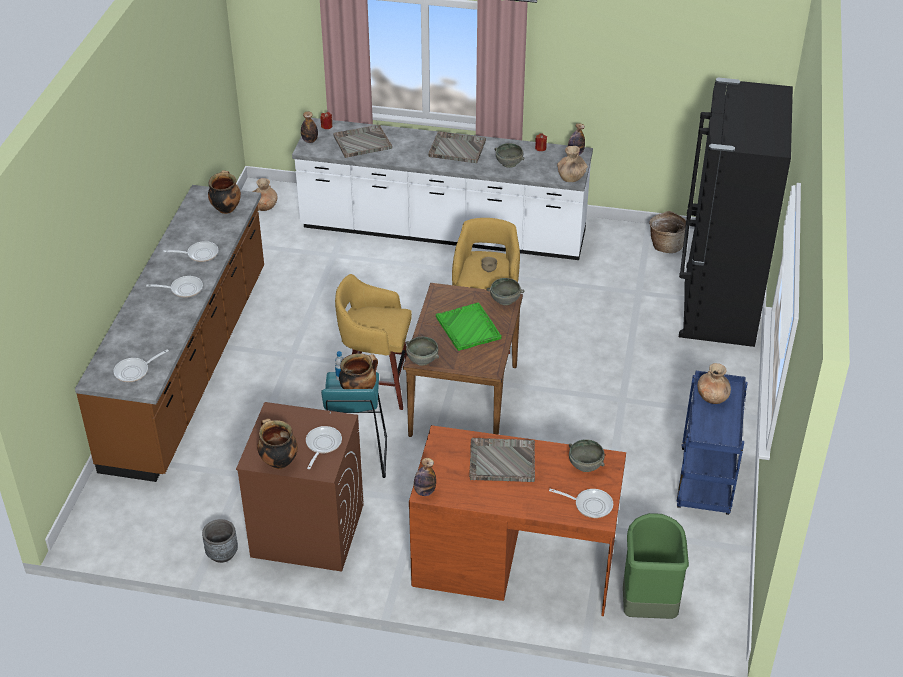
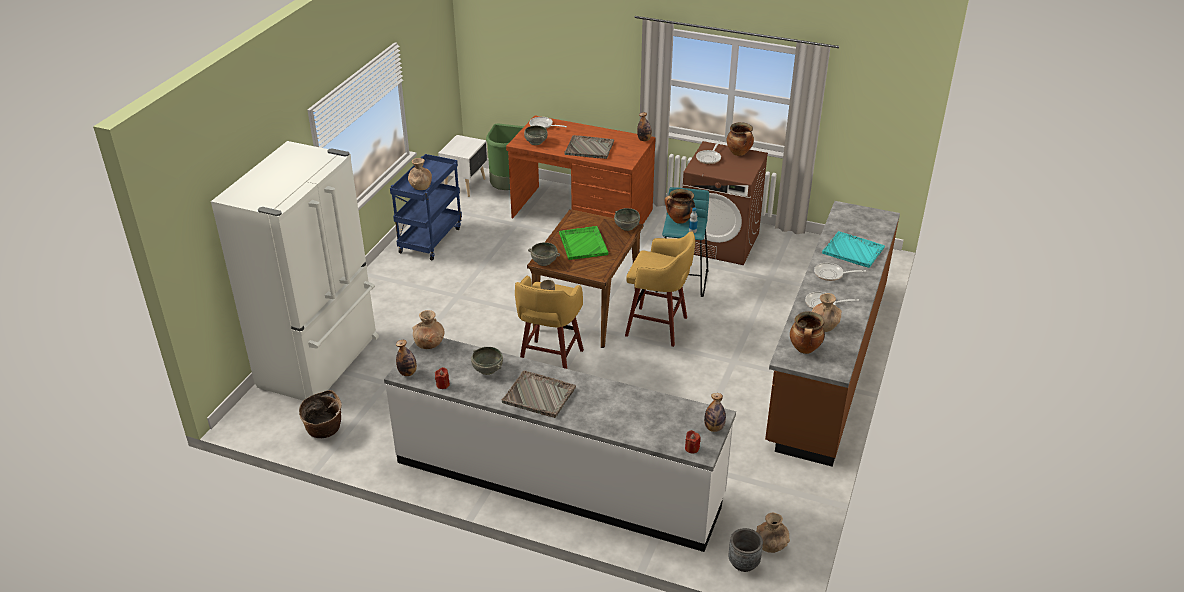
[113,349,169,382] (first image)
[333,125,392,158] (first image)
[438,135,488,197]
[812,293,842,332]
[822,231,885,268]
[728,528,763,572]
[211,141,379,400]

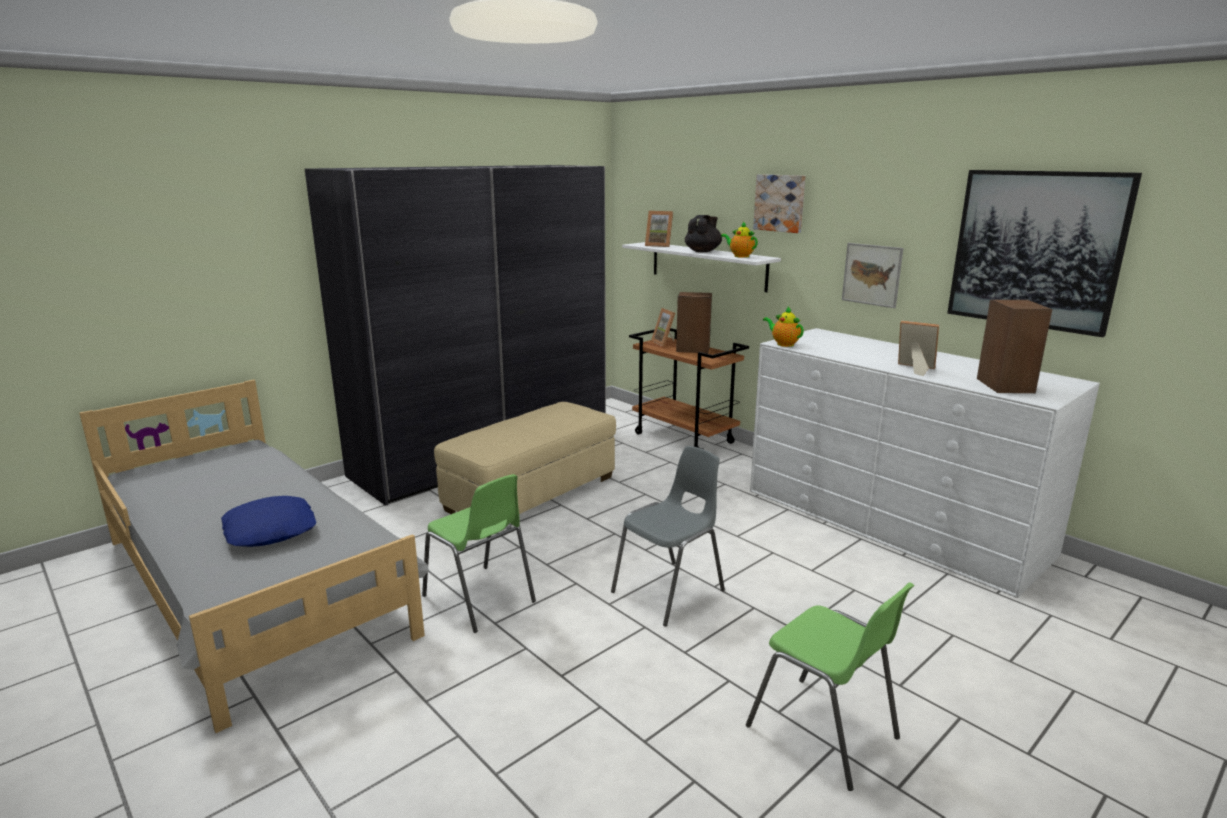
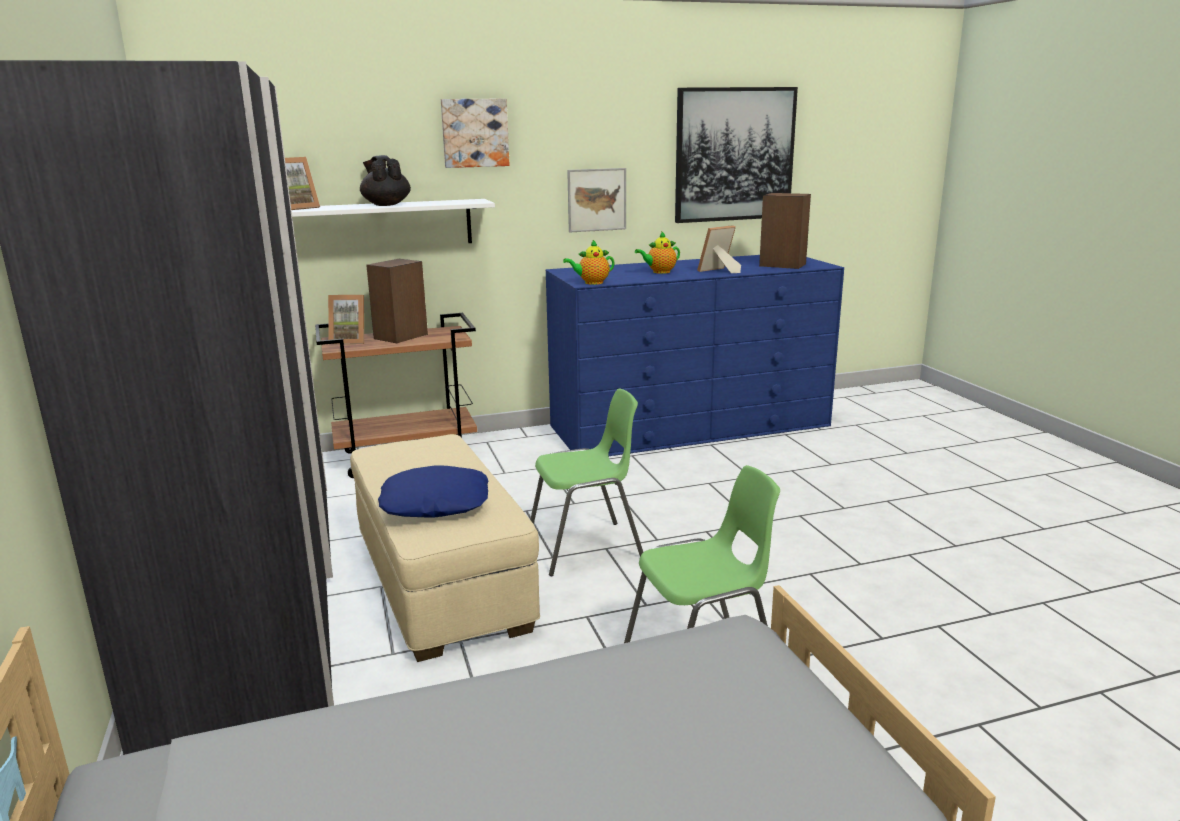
[611,446,725,626] (first image)
[378,466,488,518]
[635,231,680,274]
[530,388,643,576]
[546,255,844,456]

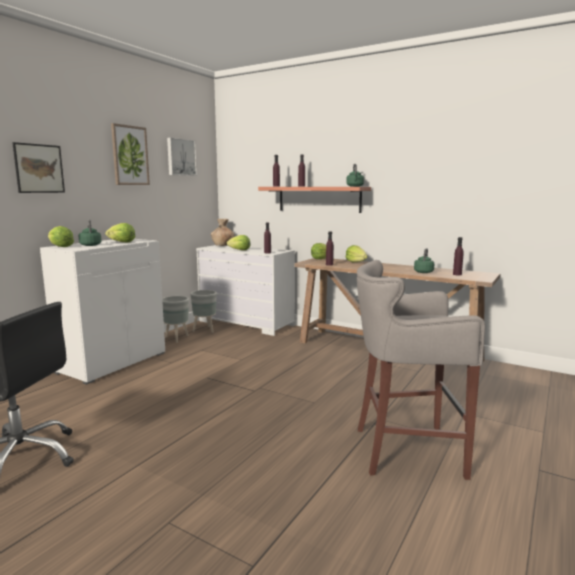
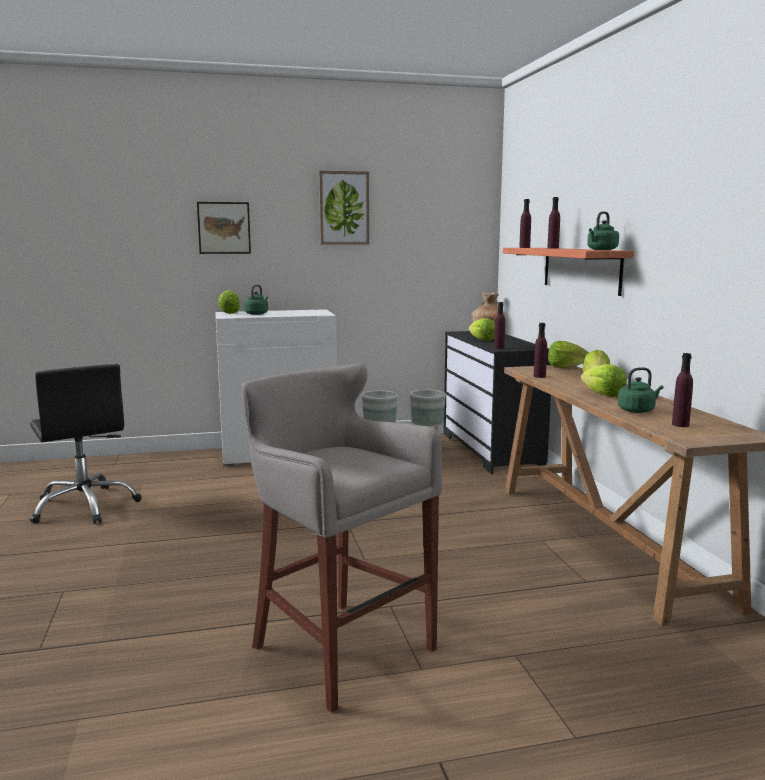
[167,138,197,176] (first image)
[581,364,627,397]
[444,331,551,474]

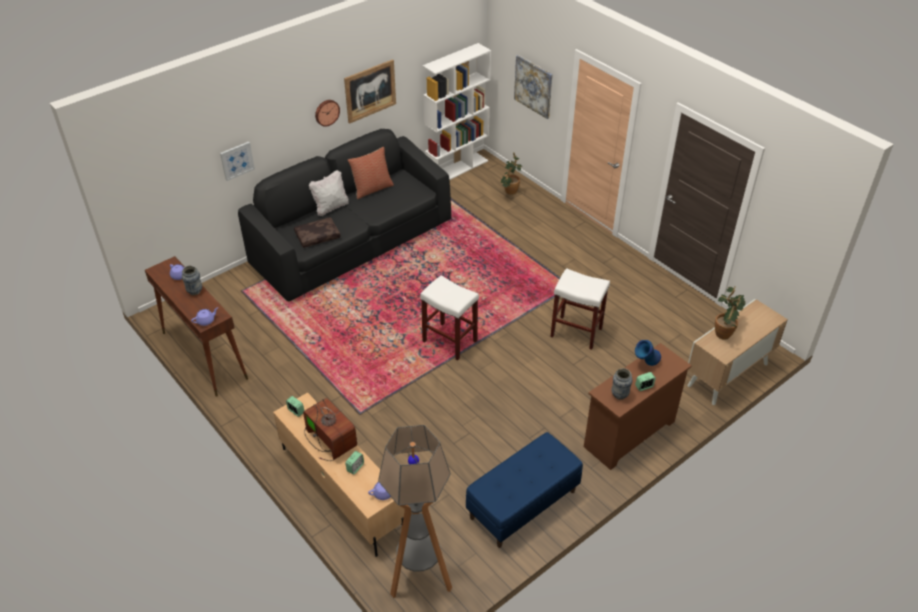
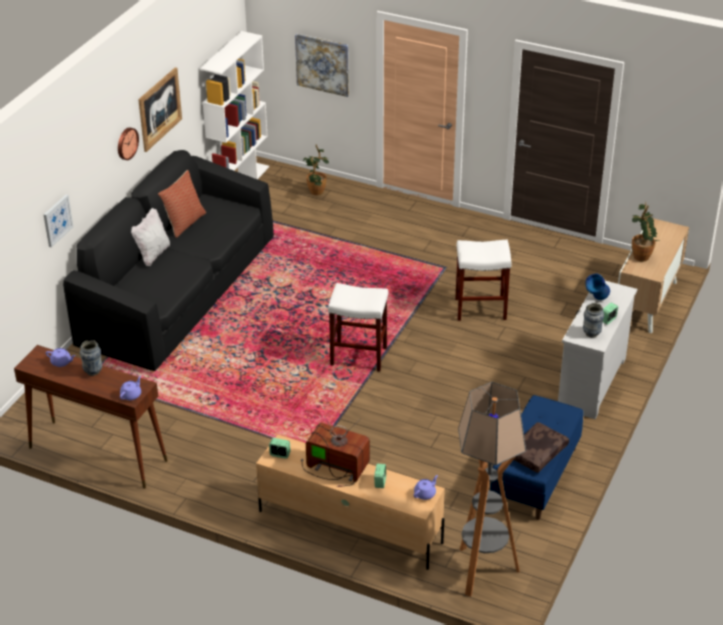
[514,422,569,473]
[558,281,637,419]

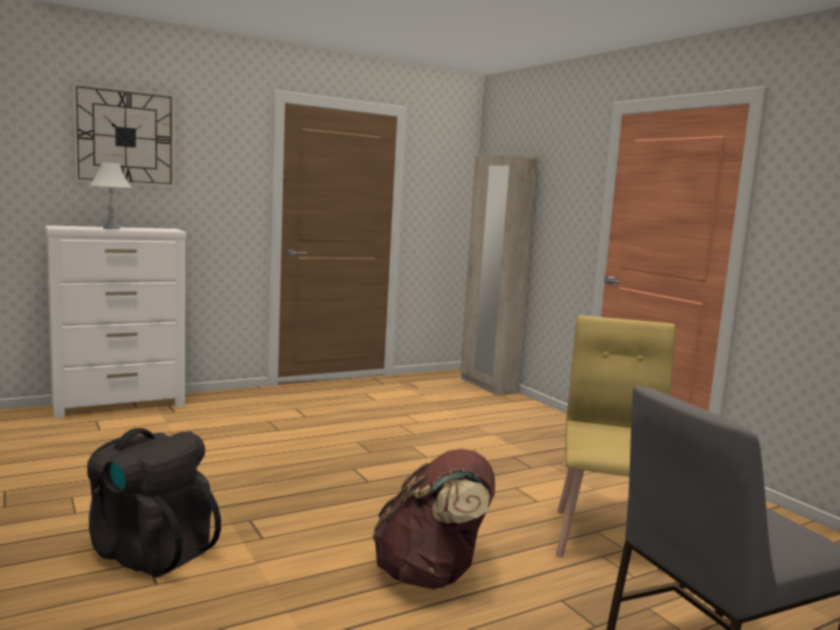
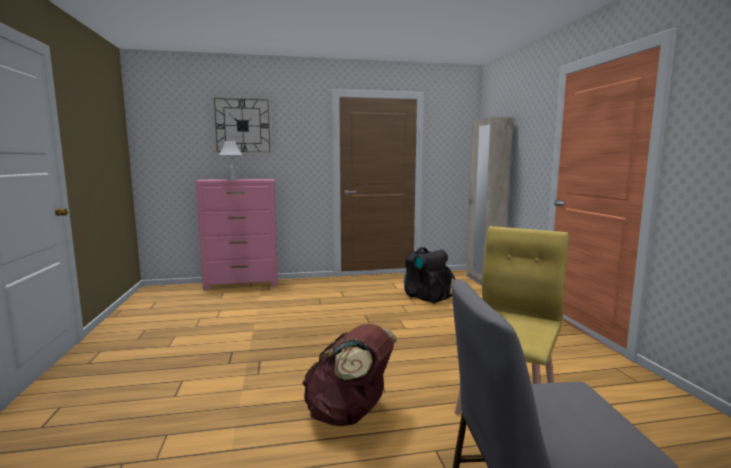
[404,247,455,303]
[195,179,278,290]

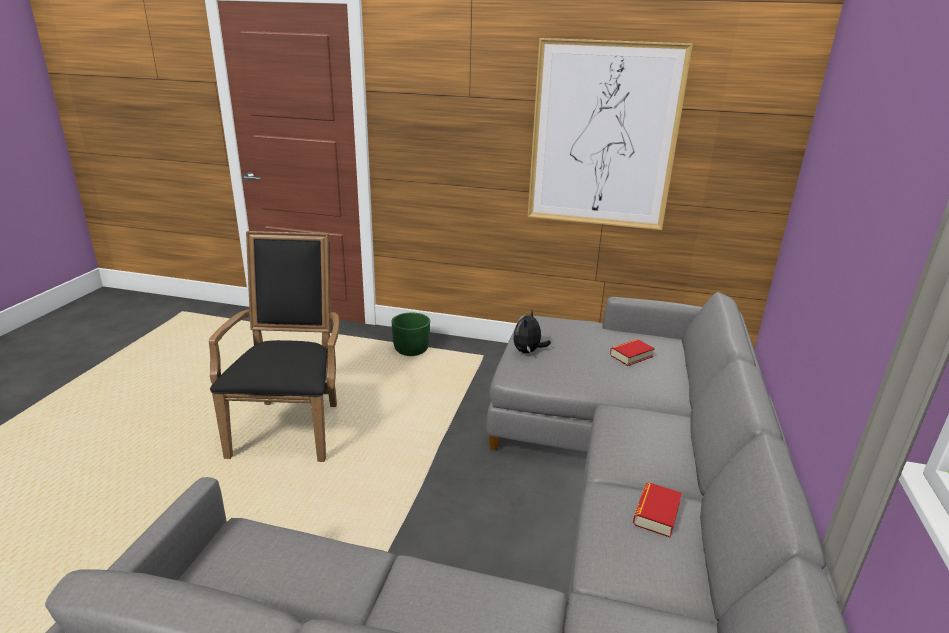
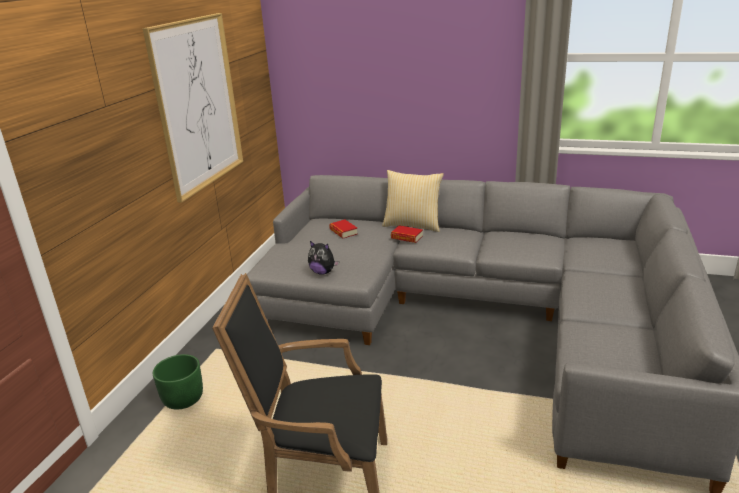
[382,170,444,232]
[391,225,423,243]

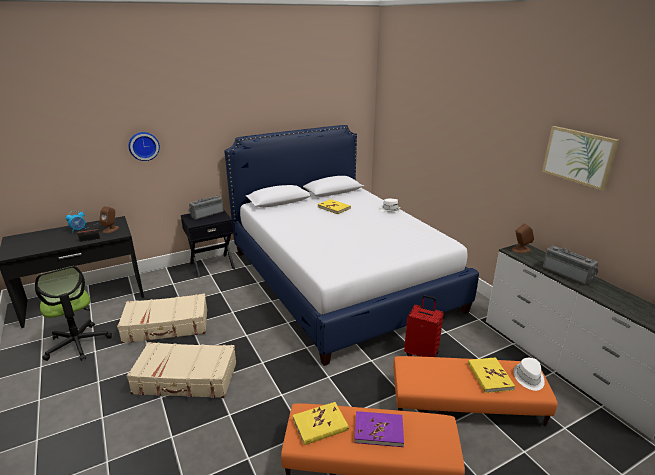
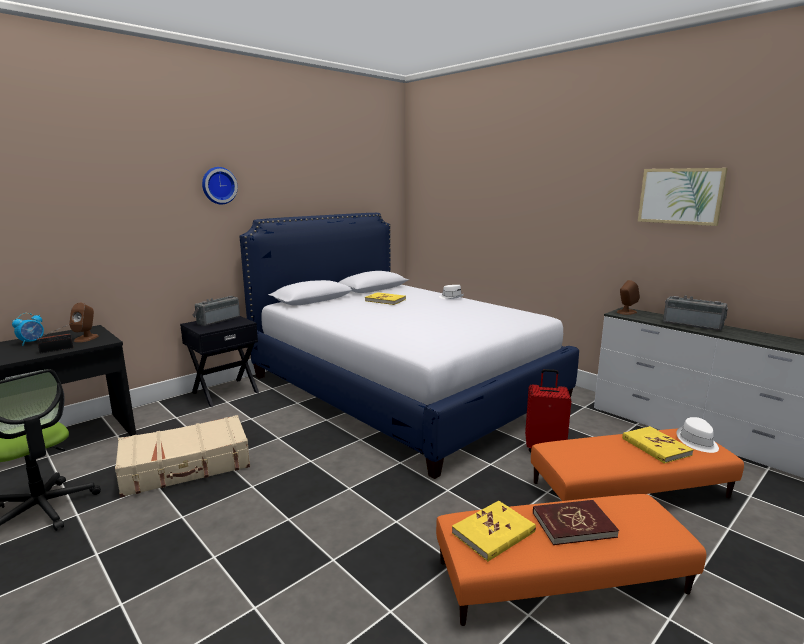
[127,342,236,398] (first image)
[202,167,238,204]
[533,500,619,545]

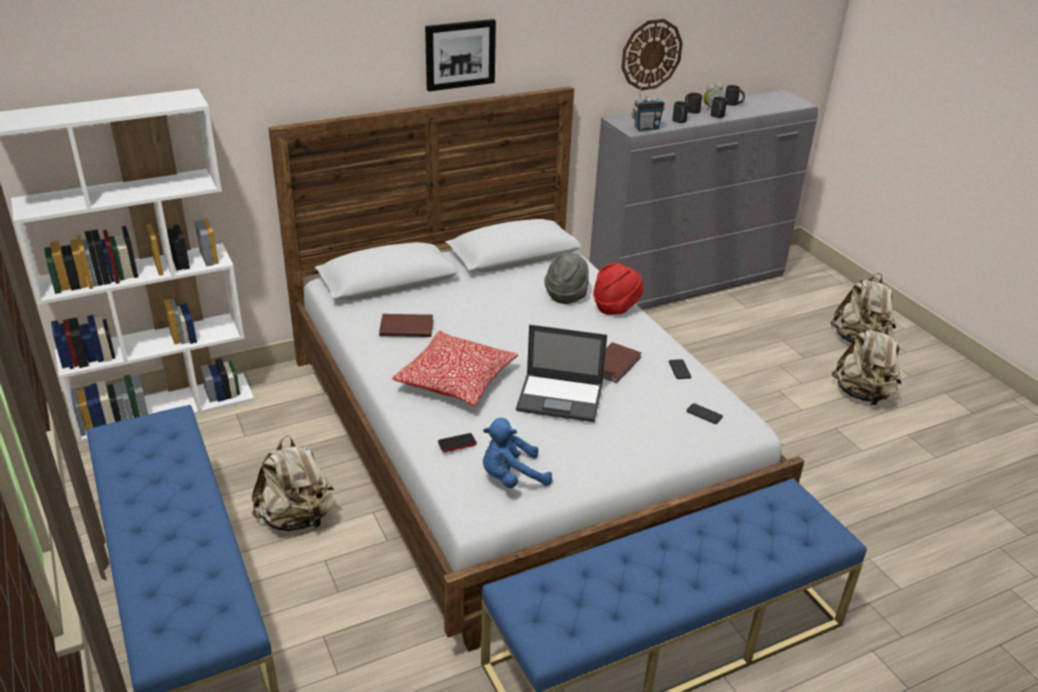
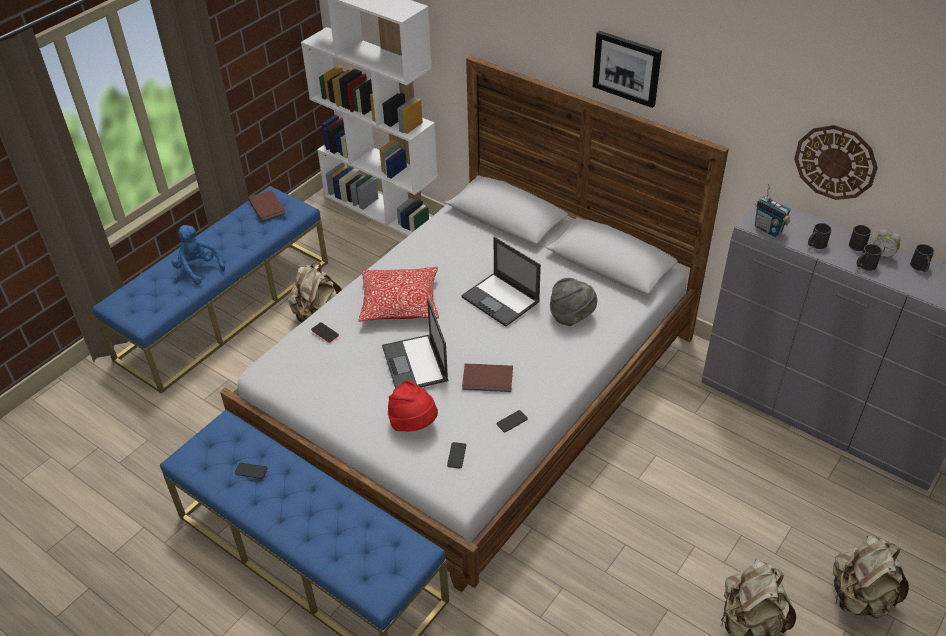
[235,463,268,479]
[461,237,541,327]
[248,190,286,221]
[172,225,225,285]
[388,380,438,431]

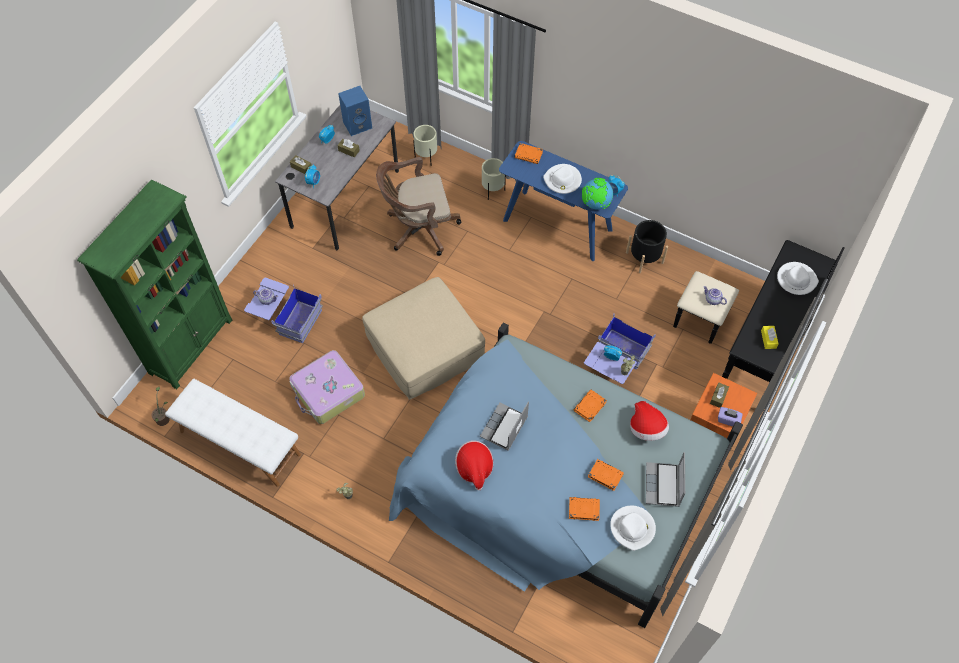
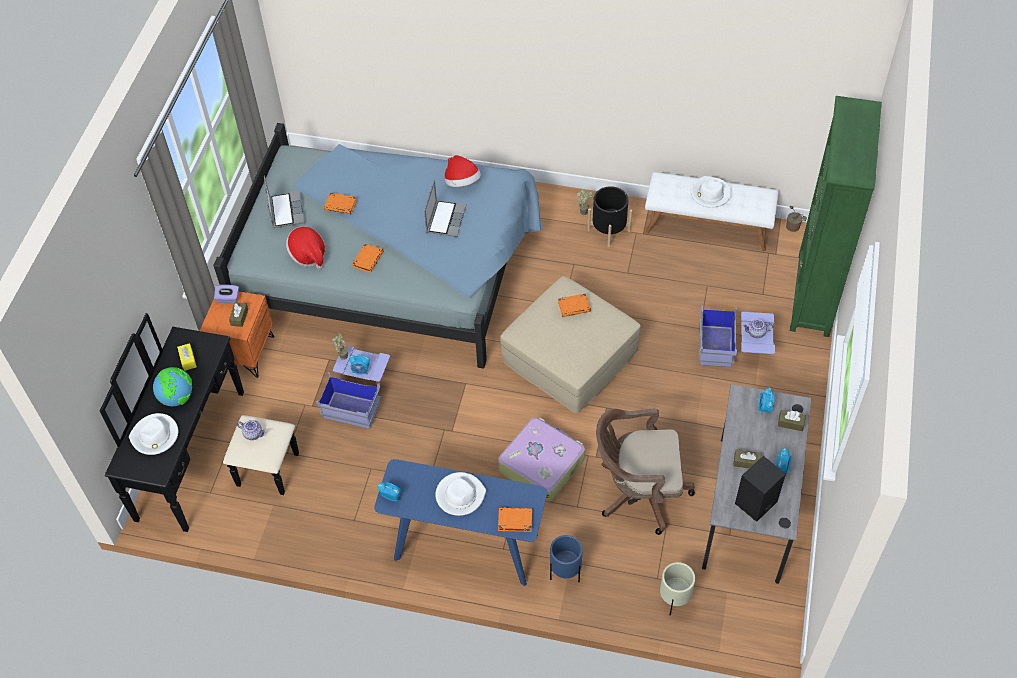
[498,417,585,502]
[558,293,591,317]
[153,367,192,406]
[691,176,732,208]
[587,186,632,247]
[735,456,786,522]
[550,535,583,582]
[596,409,695,535]

